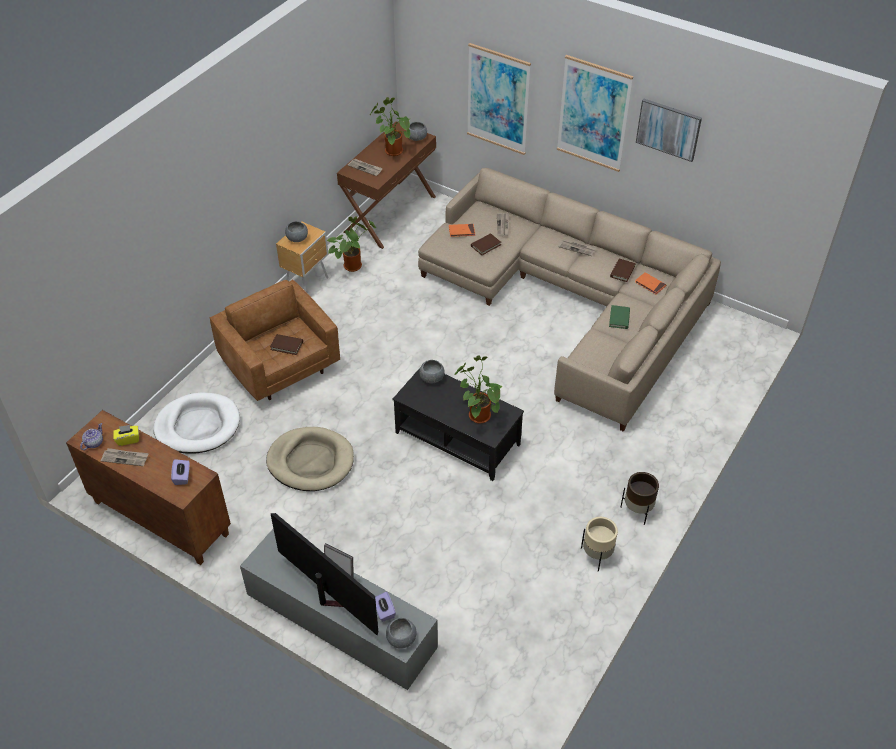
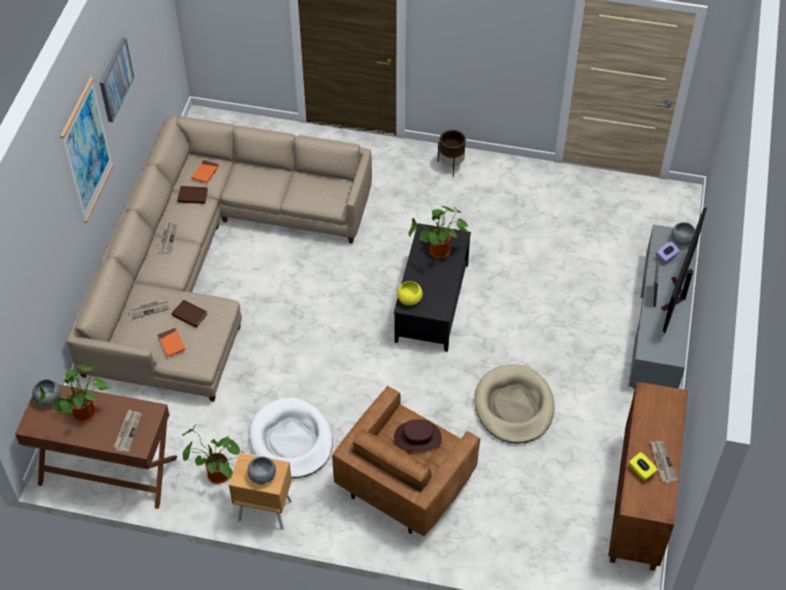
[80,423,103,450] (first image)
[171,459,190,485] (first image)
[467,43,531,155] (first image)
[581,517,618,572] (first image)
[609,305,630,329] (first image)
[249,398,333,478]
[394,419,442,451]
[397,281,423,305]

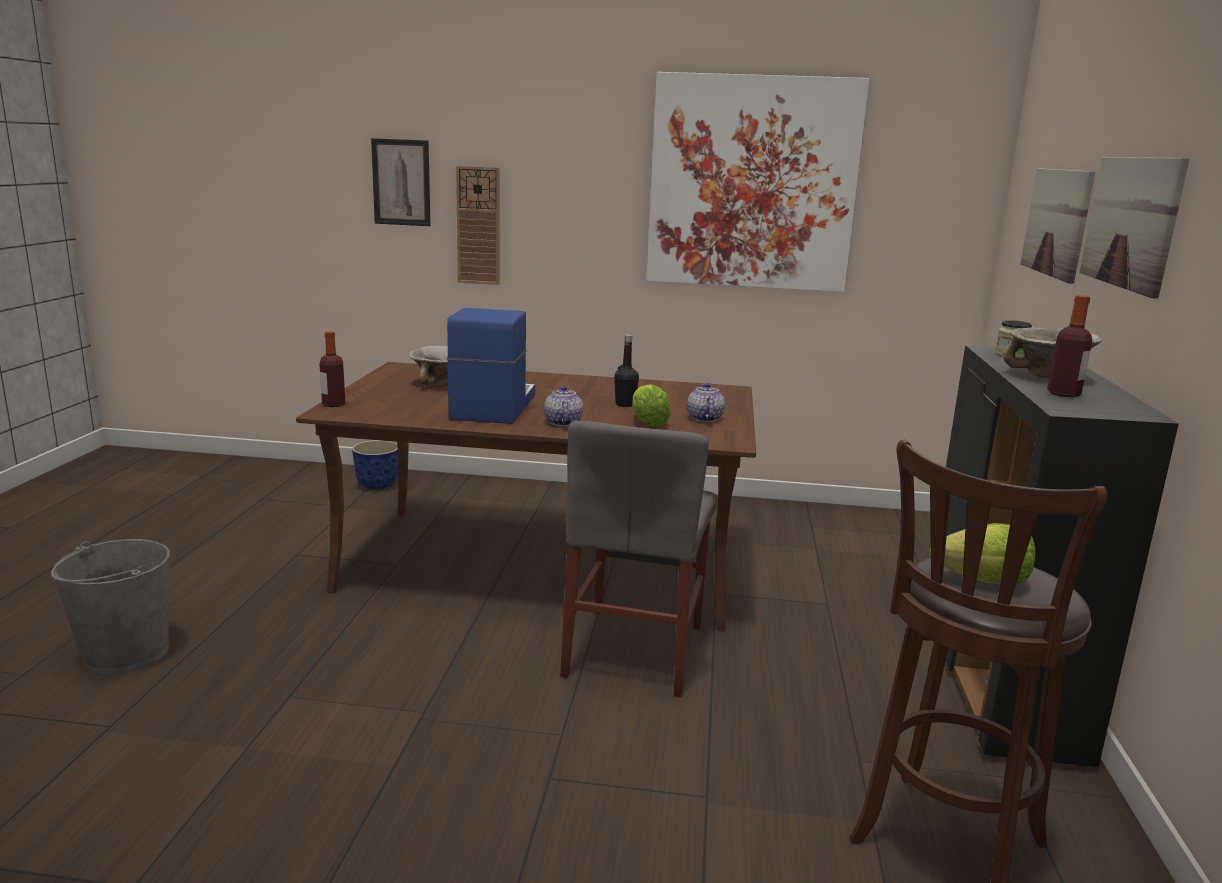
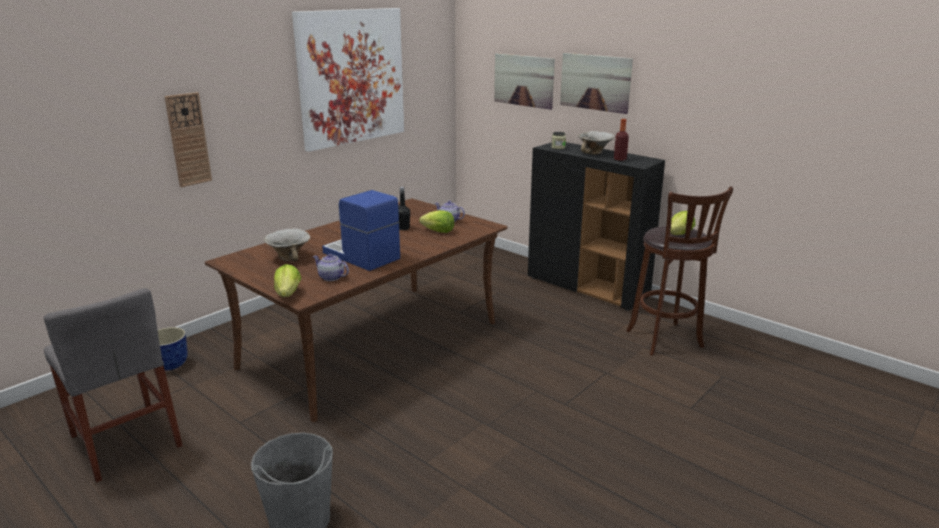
[371,138,431,226] (first image)
[313,254,349,281]
[43,288,183,483]
[274,264,301,297]

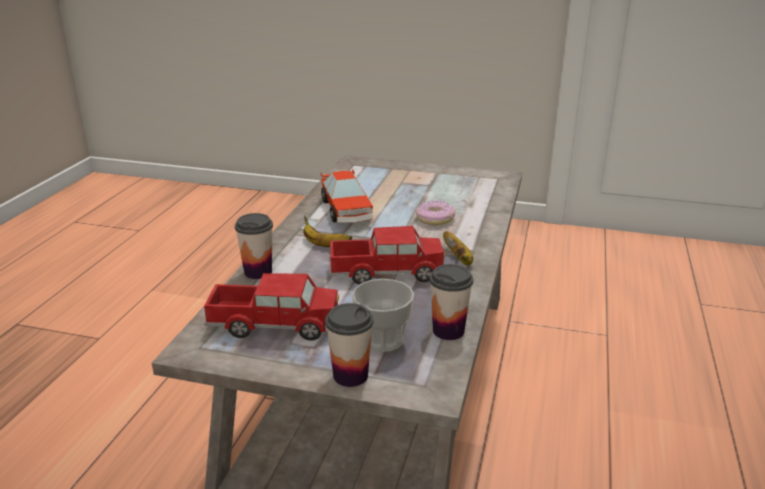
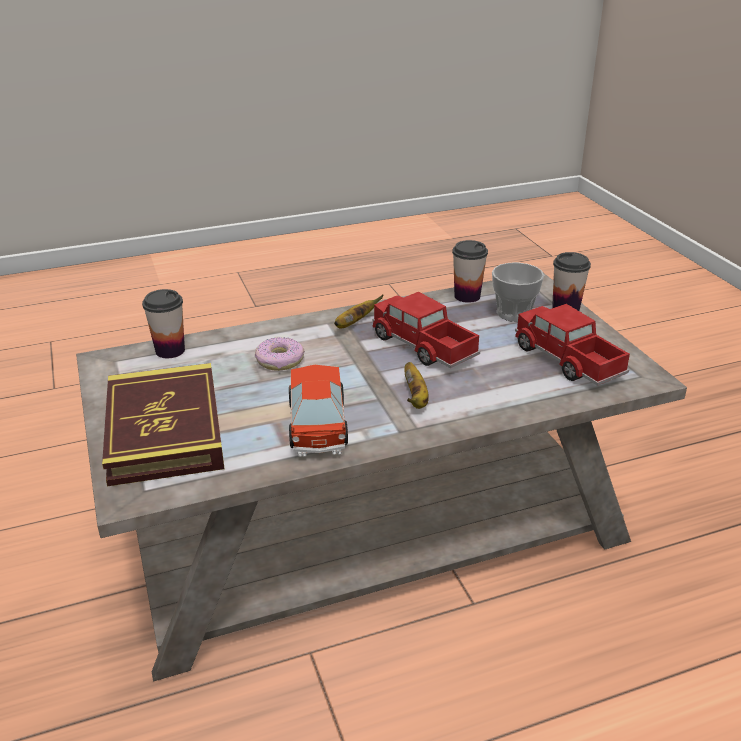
[102,363,225,486]
[142,289,185,358]
[289,365,348,457]

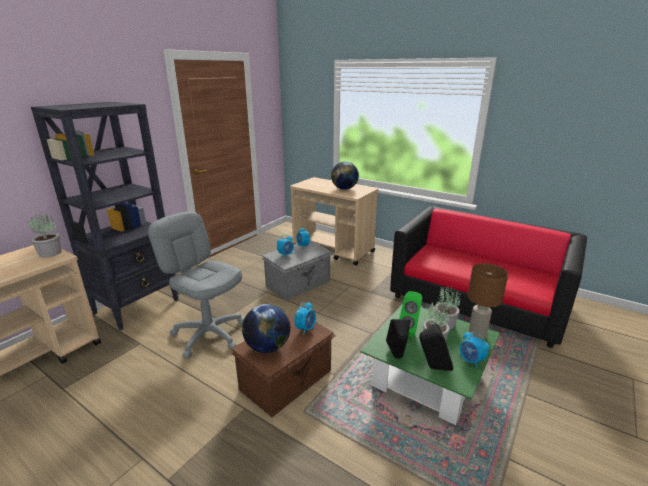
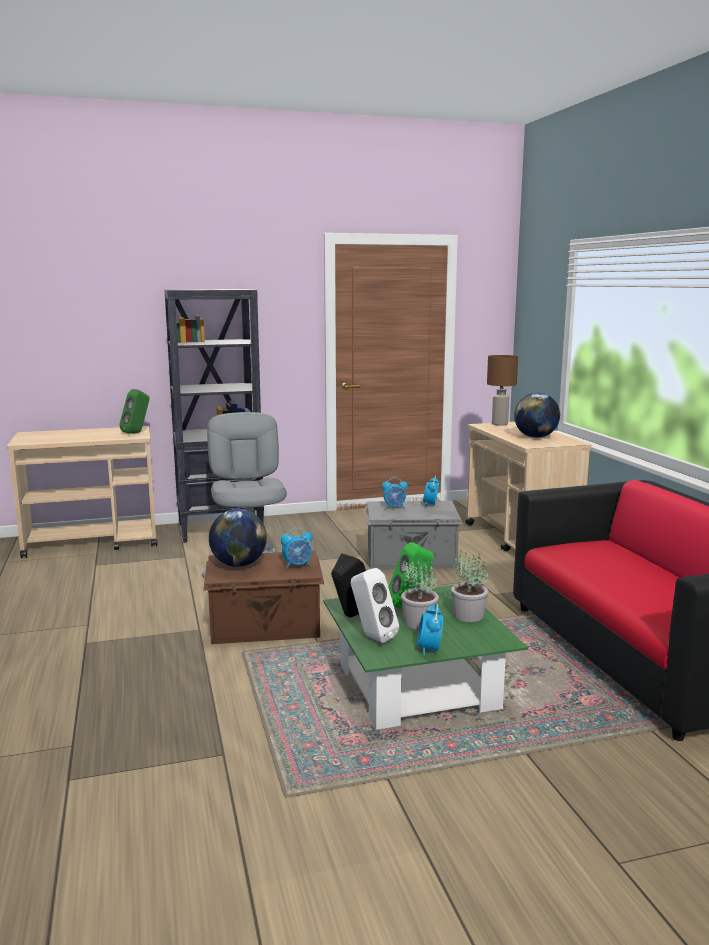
[487,355,518,426]
[119,389,150,434]
[351,568,399,643]

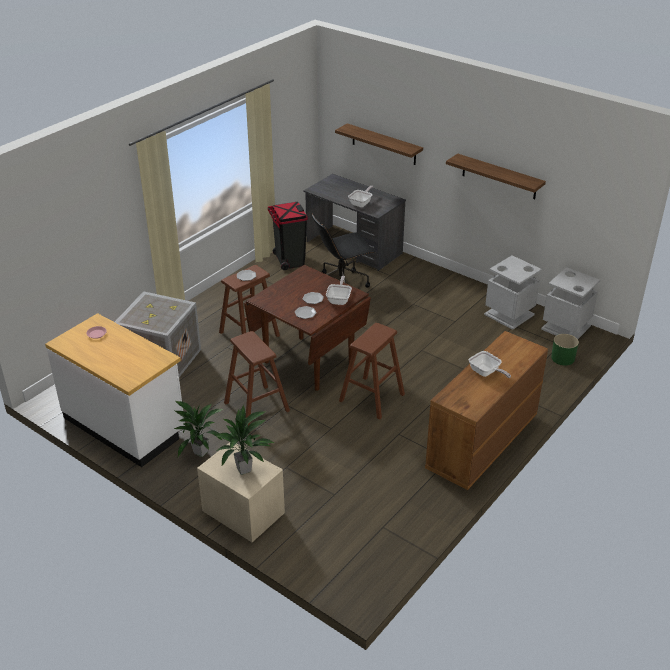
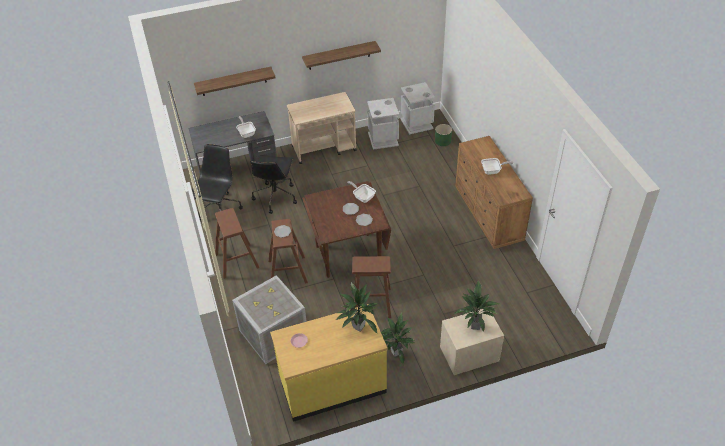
[287,92,357,164]
[336,282,378,333]
[215,208,259,279]
[192,144,243,221]
[270,304,387,422]

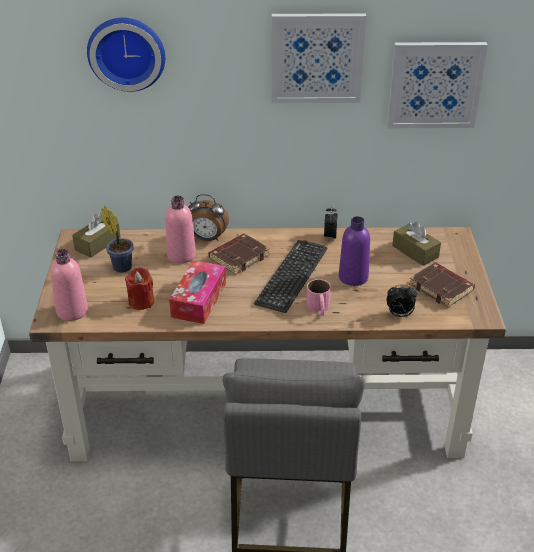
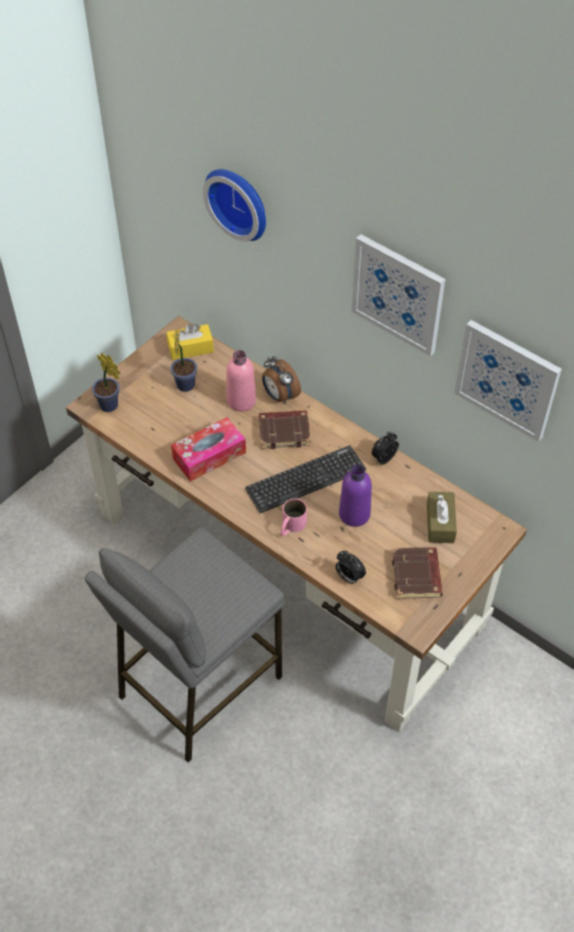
[125,267,154,310] (first image)
[92,353,121,412]
[166,324,214,360]

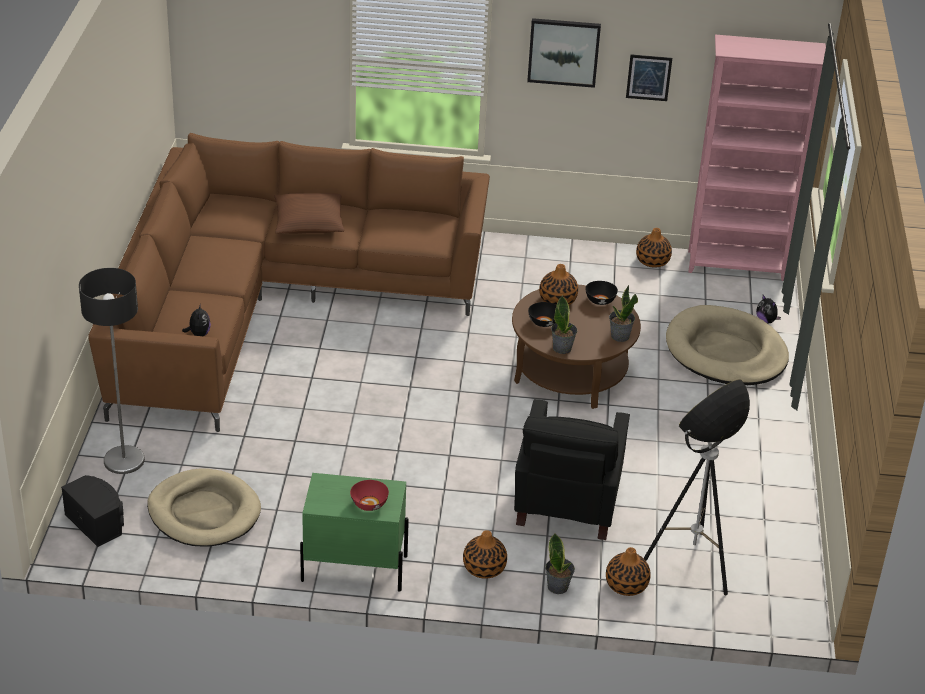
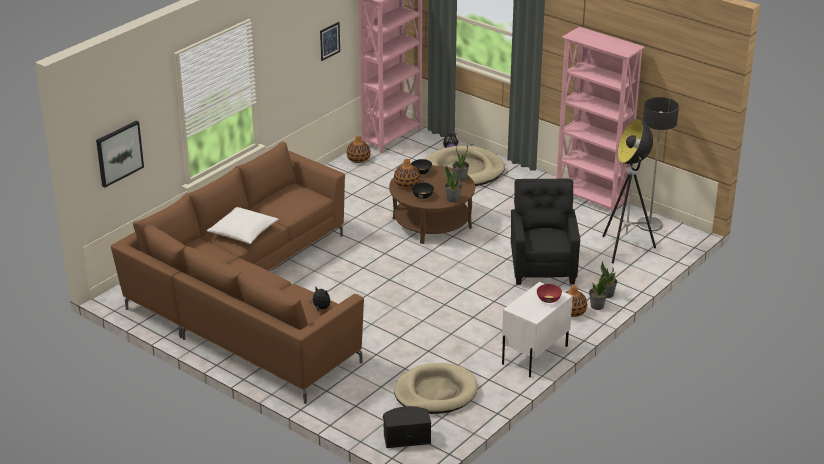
[606,547,651,596] (first image)
[557,27,644,215]
[589,271,608,310]
[637,97,679,232]
[96,121,144,188]
[207,207,279,244]
[502,282,573,377]
[511,179,580,285]

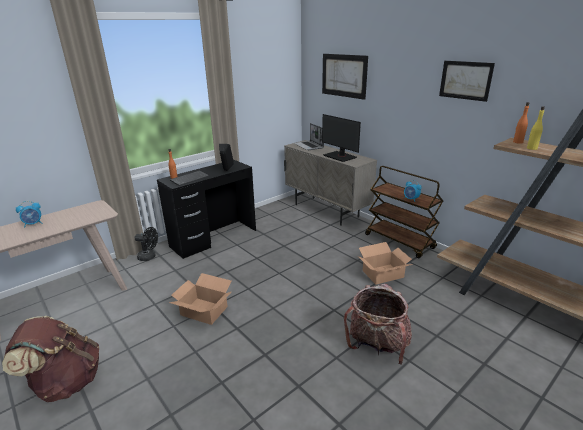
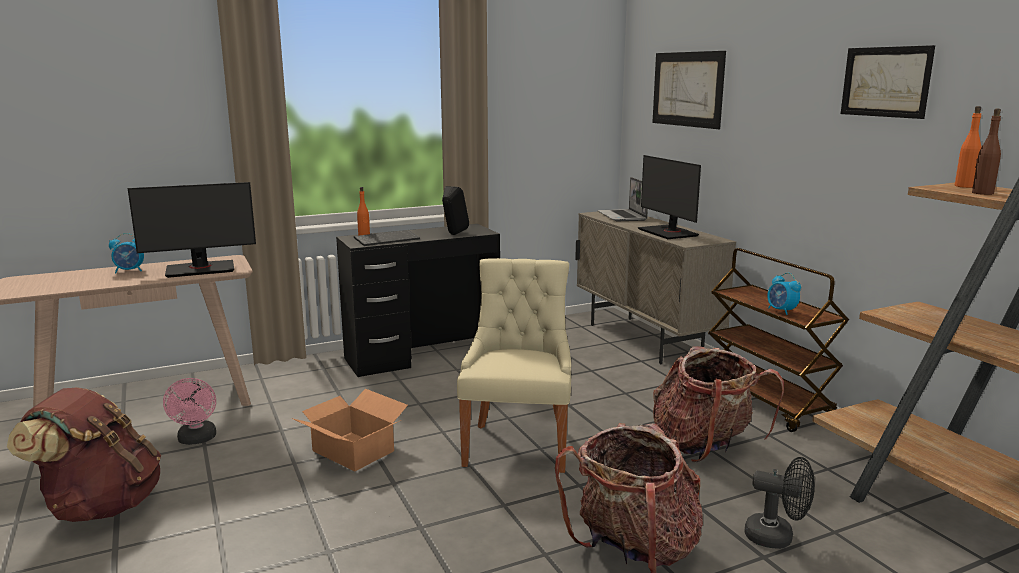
[127,182,256,278]
[163,378,216,445]
[457,258,571,473]
[745,457,815,549]
[653,346,784,462]
[972,109,1001,195]

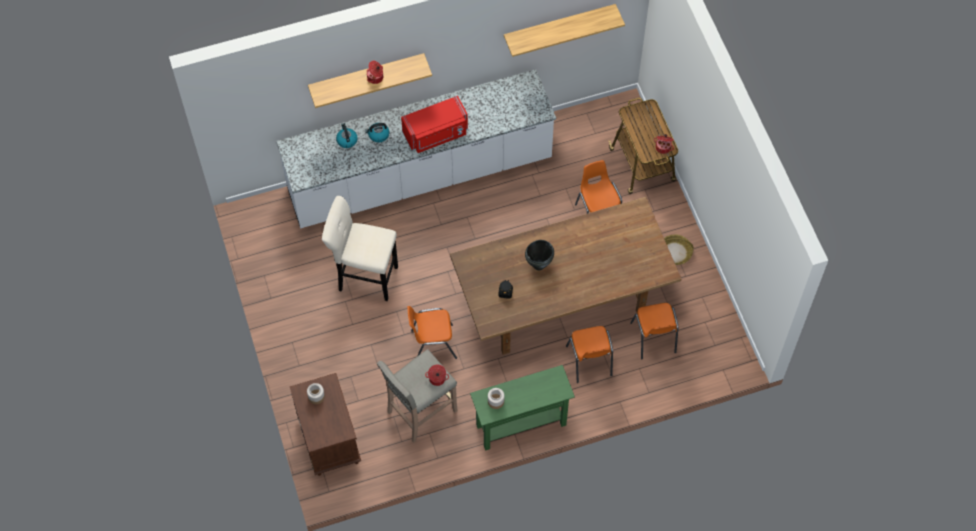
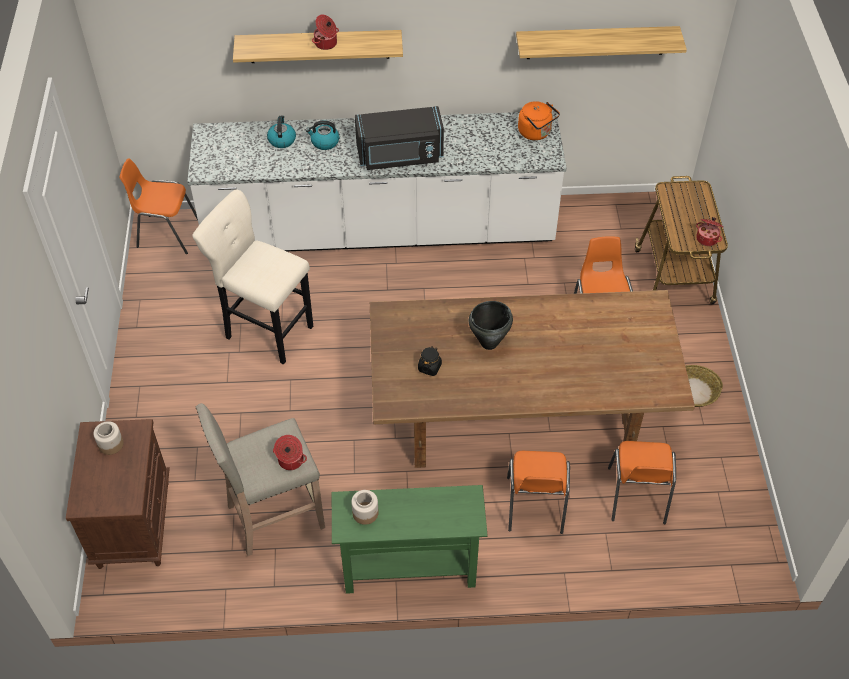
[518,101,560,140]
[120,158,198,254]
[355,106,444,170]

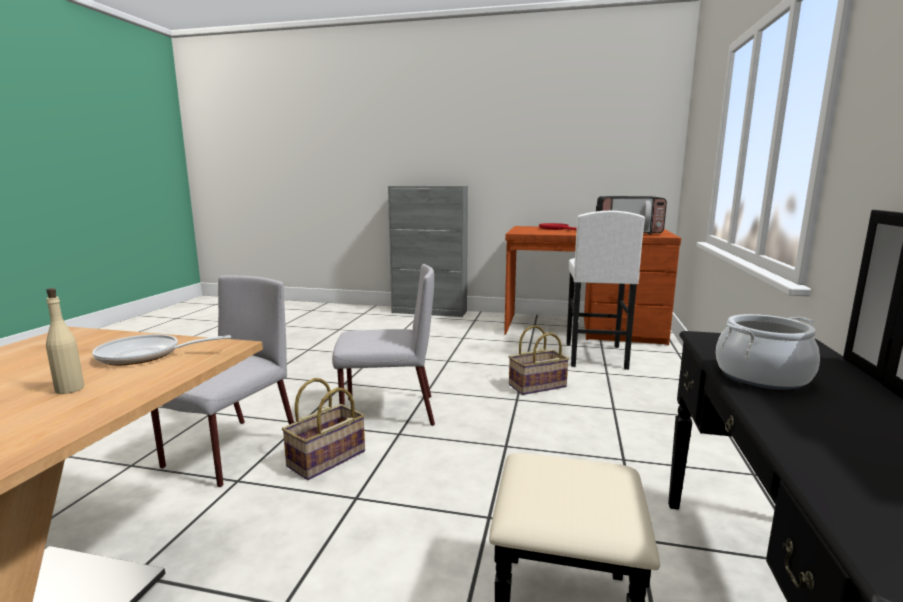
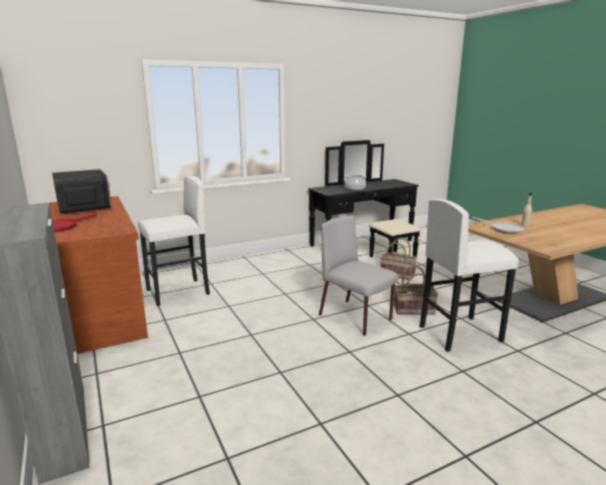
[381,238,417,280]
[420,199,519,352]

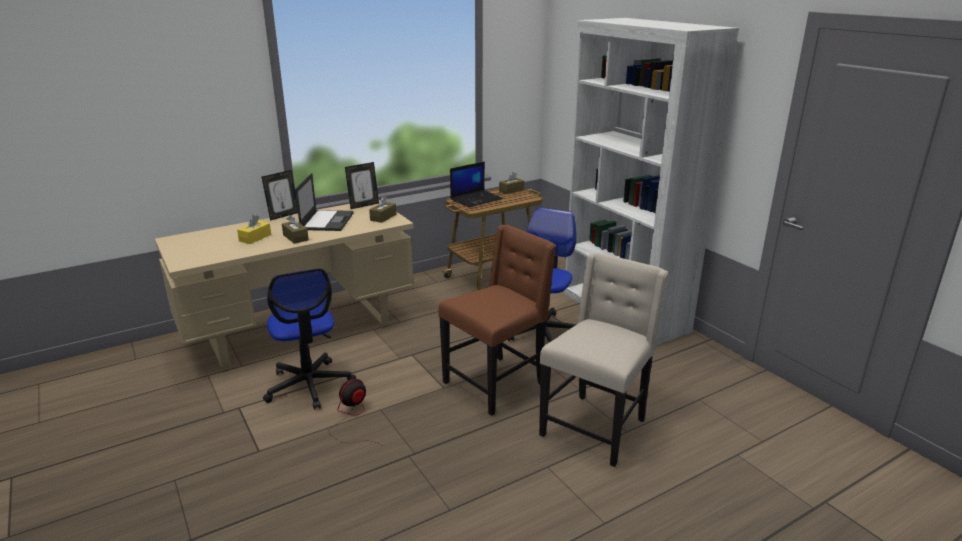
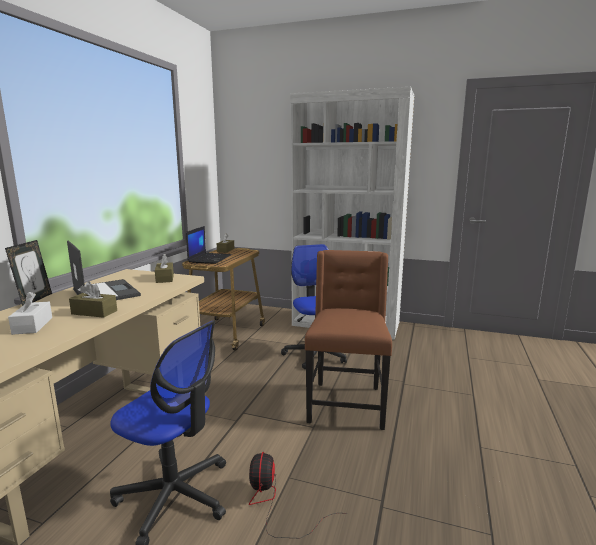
[345,162,379,209] (first image)
[539,253,668,467] (first image)
[8,292,52,335]

